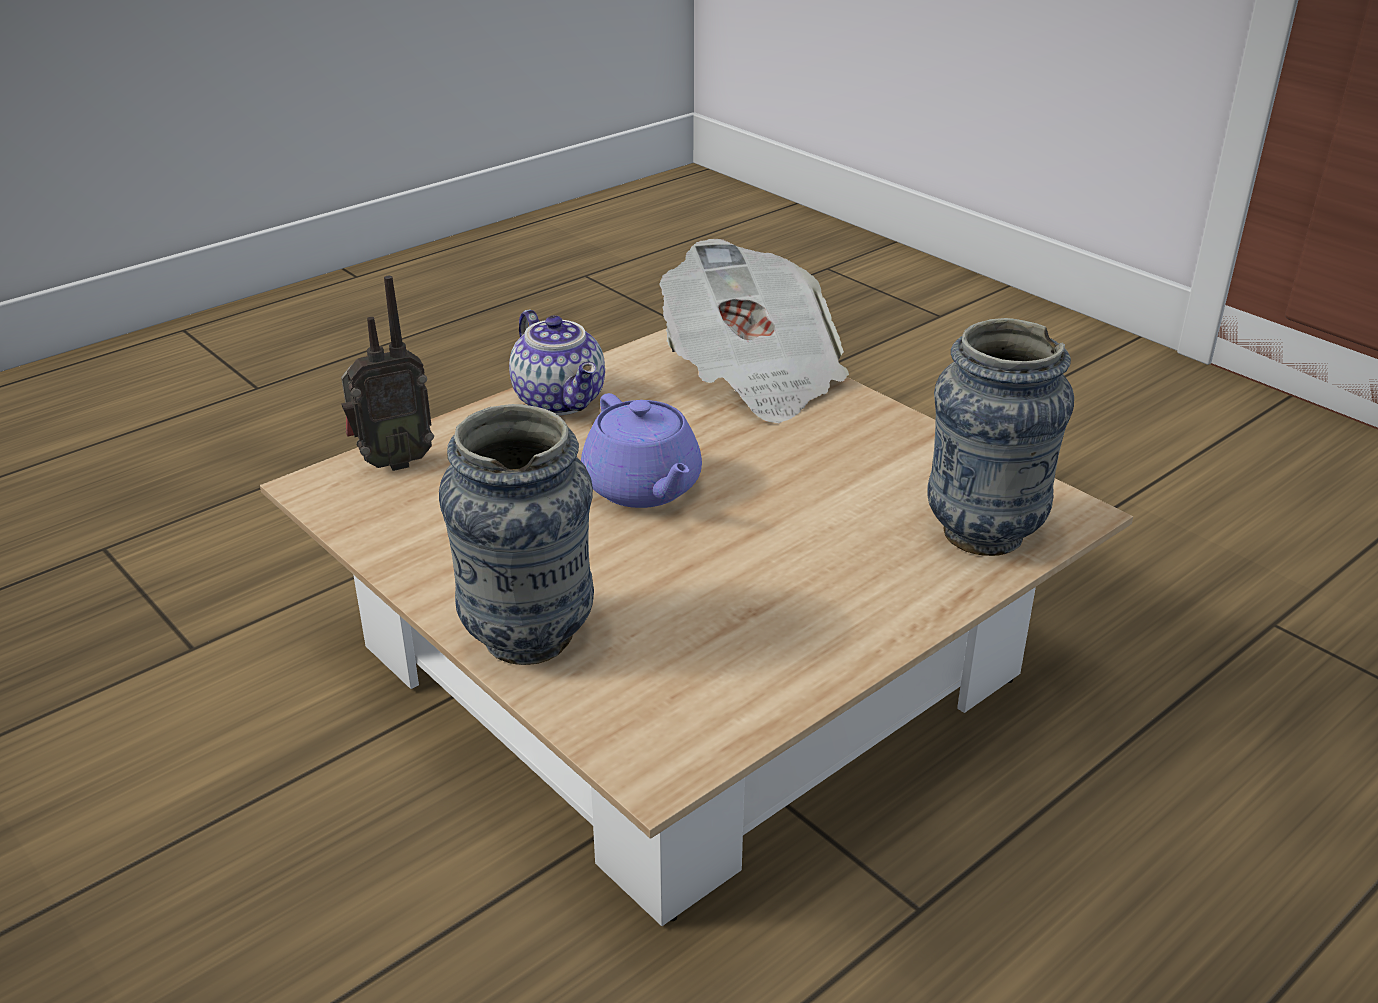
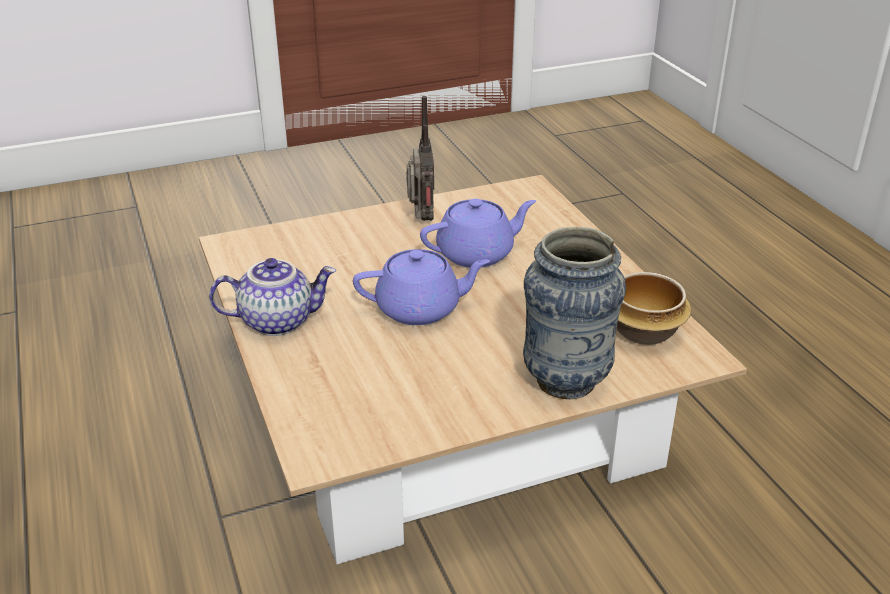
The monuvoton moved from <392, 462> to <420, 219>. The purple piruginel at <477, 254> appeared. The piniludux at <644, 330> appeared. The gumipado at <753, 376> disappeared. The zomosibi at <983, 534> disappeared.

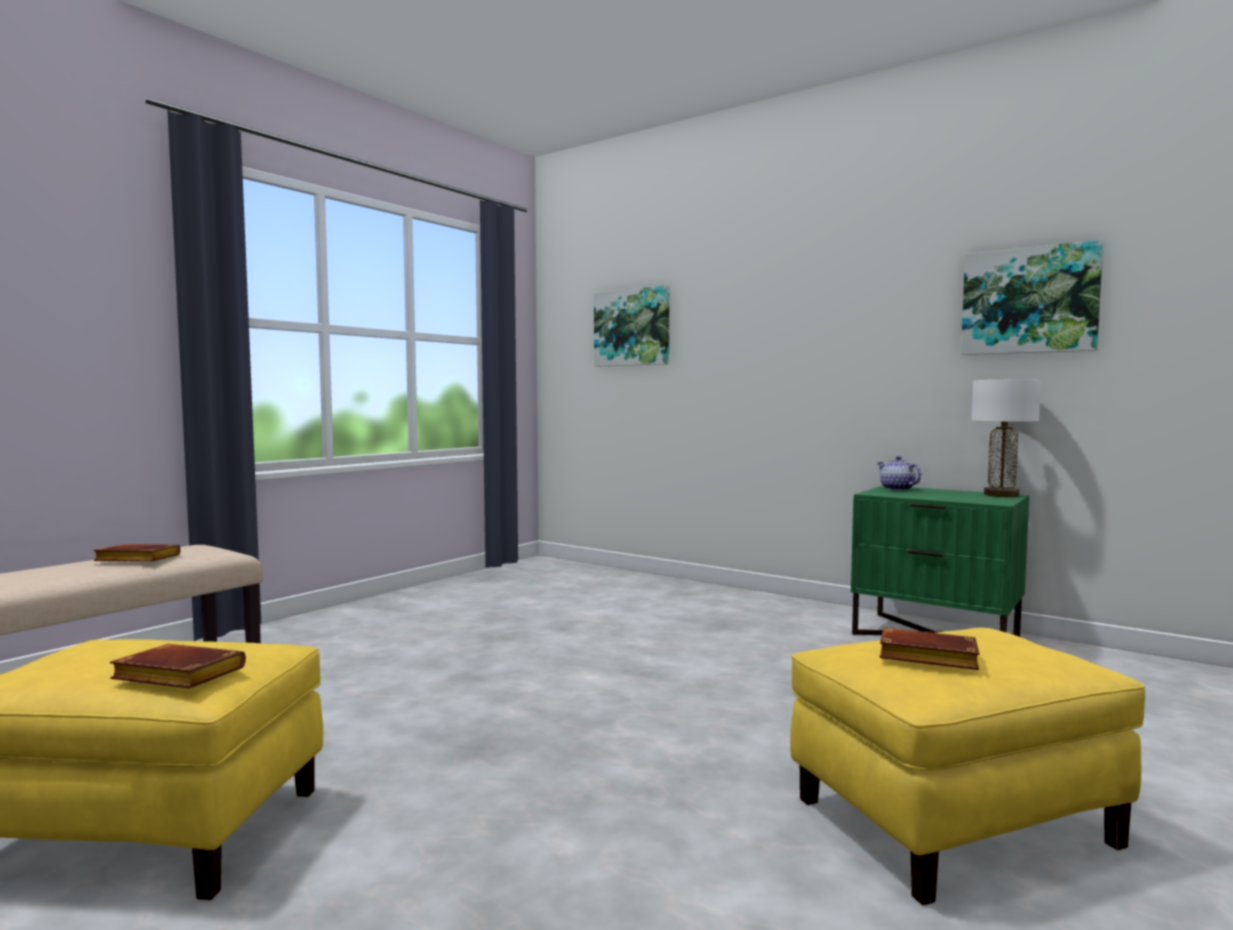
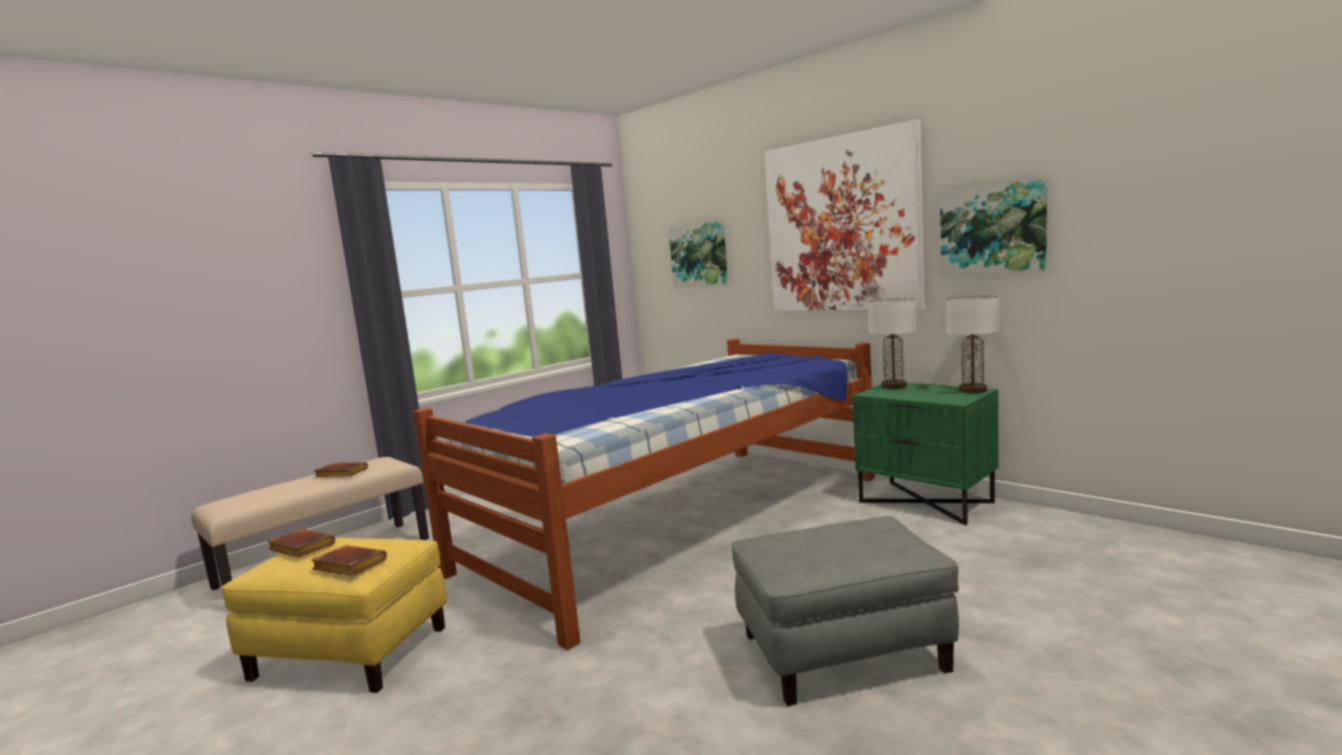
The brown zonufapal moved from <924, 658> to <299, 549>. The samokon at <678, 521> appeared. The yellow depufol at <953, 820> became the grey depufol at <843, 651>. The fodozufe at <841, 225> appeared. The piruginel at <896, 489> was replaced by the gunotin at <894, 386>.

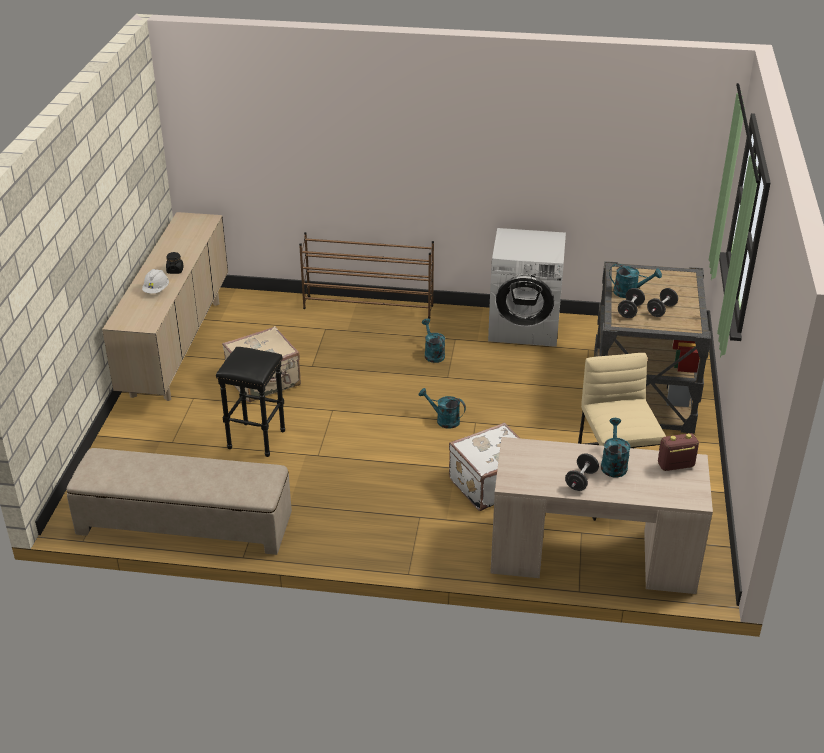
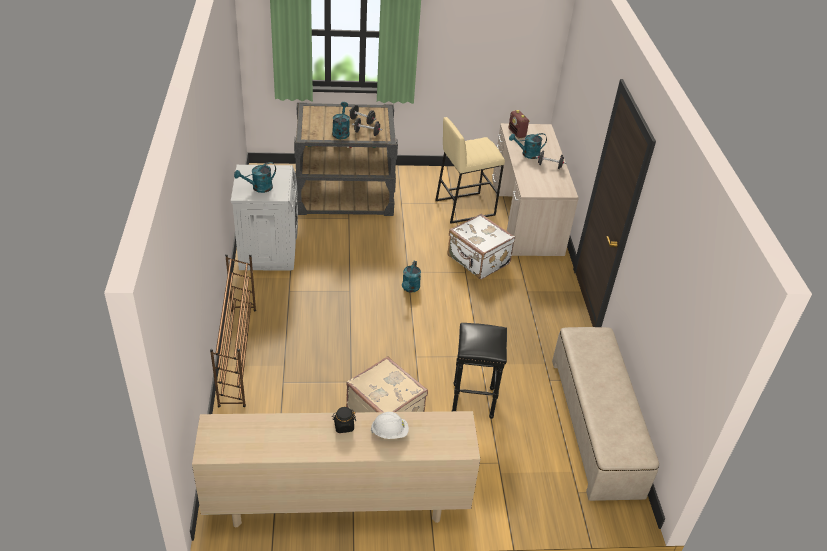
The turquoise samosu moved from <433, 354> to <258, 188>.

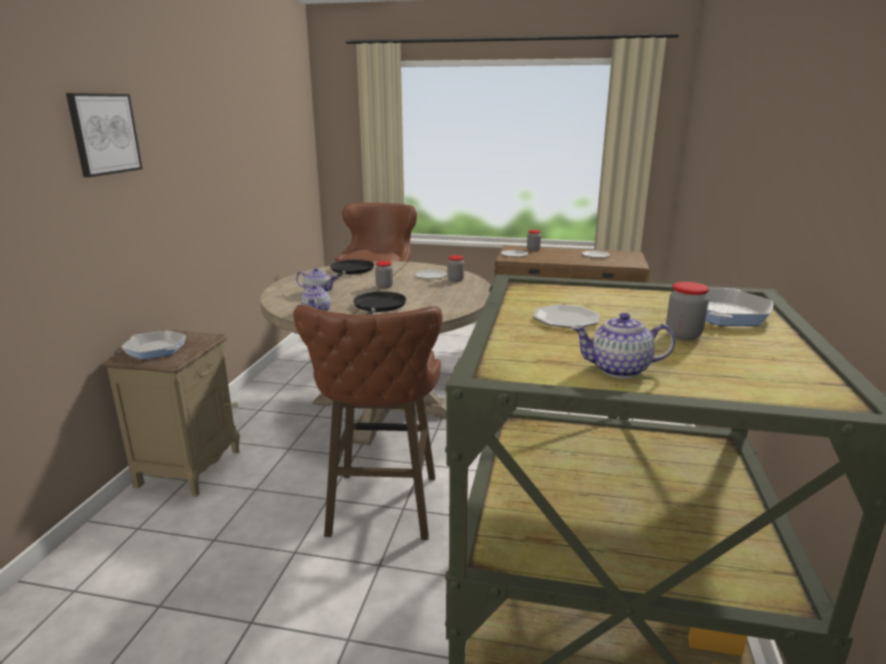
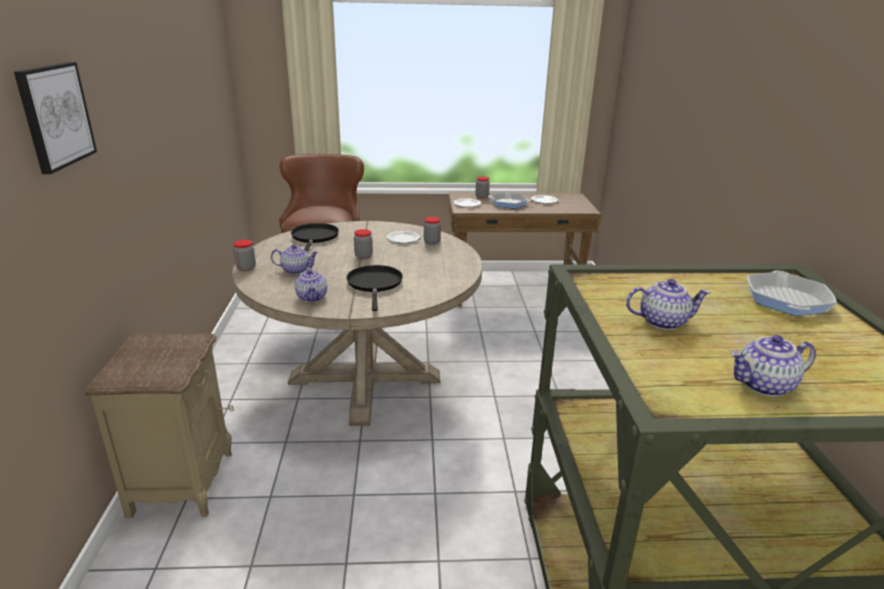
The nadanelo moved from <683, 335> to <246, 268>. The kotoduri moved from <156, 349> to <508, 203>. The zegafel at <565, 319> was replaced by the piruginel at <663, 322>. The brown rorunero at <382, 509> disappeared.

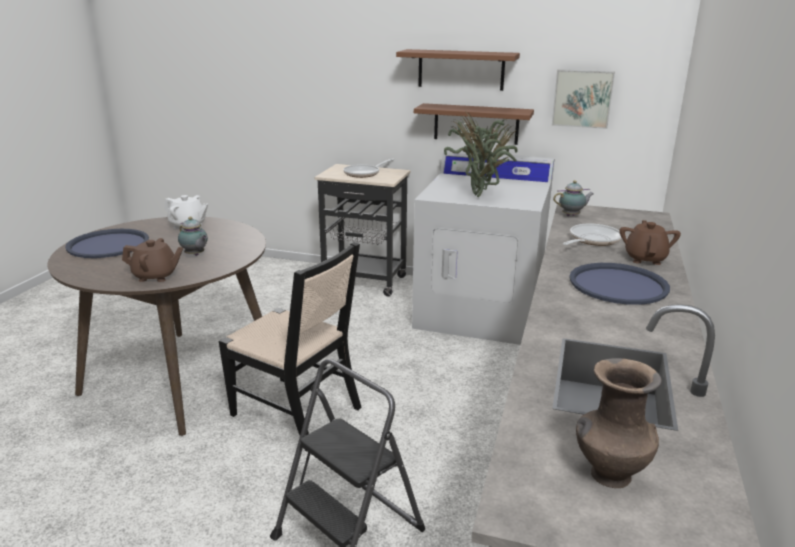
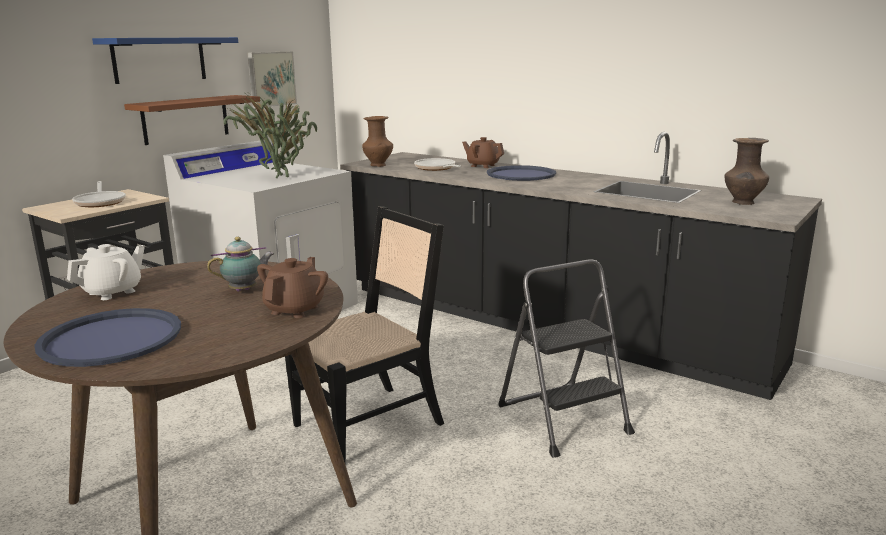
The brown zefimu at <461, 69> became the blue zefimu at <159, 59>. The piruginel at <572, 216> was replaced by the brown zomosibi at <378, 165>.

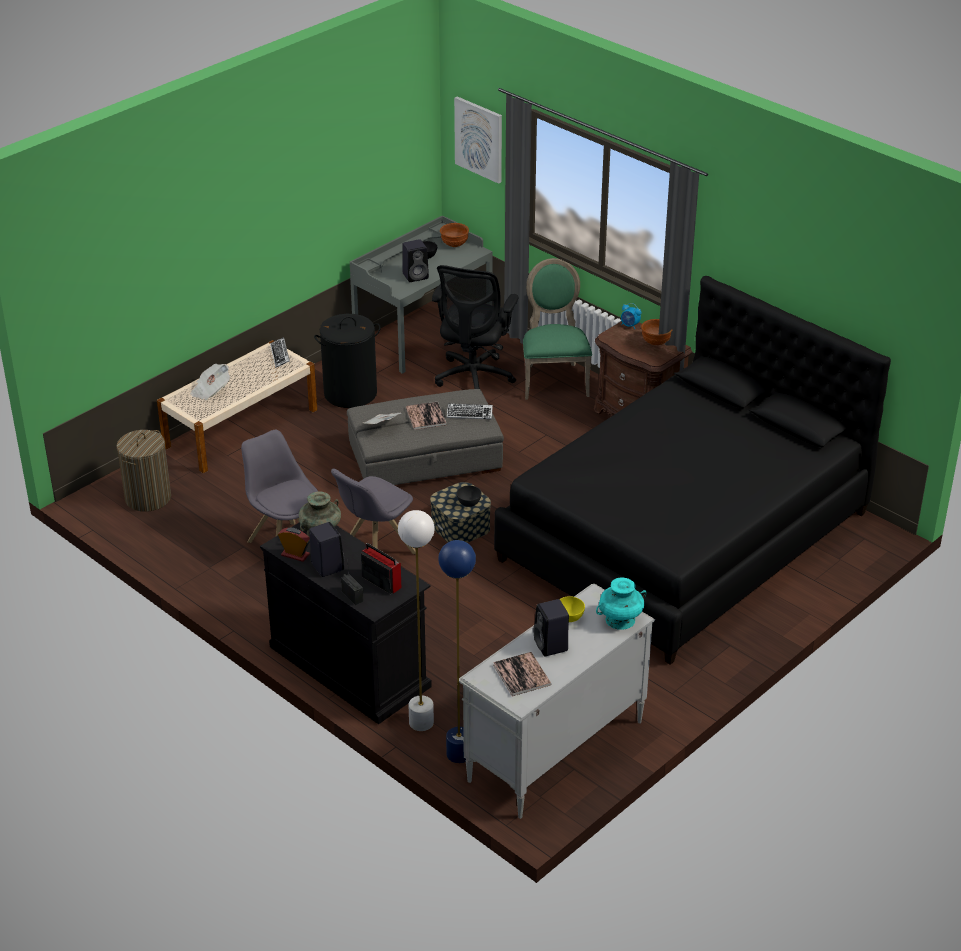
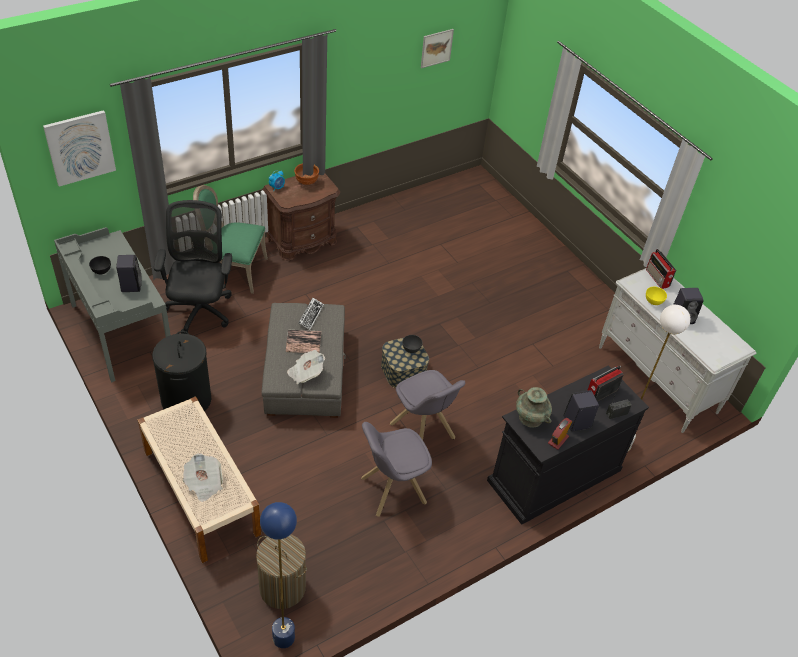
The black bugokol at <474, 374> turned 120 degrees counterclockwise. The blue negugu moved from <459, 754> to <283, 637>. The fodozufe at <436, 48> appeared. The turquoise zomosibi at <620, 620> was replaced by the monuvoton at <658, 278>. The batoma at <280, 355> disappeared. The brown piniludux at <454, 244> disappeared. The zonufapal at <522, 675> disappeared. The black samokon at <685, 536> disappeared.

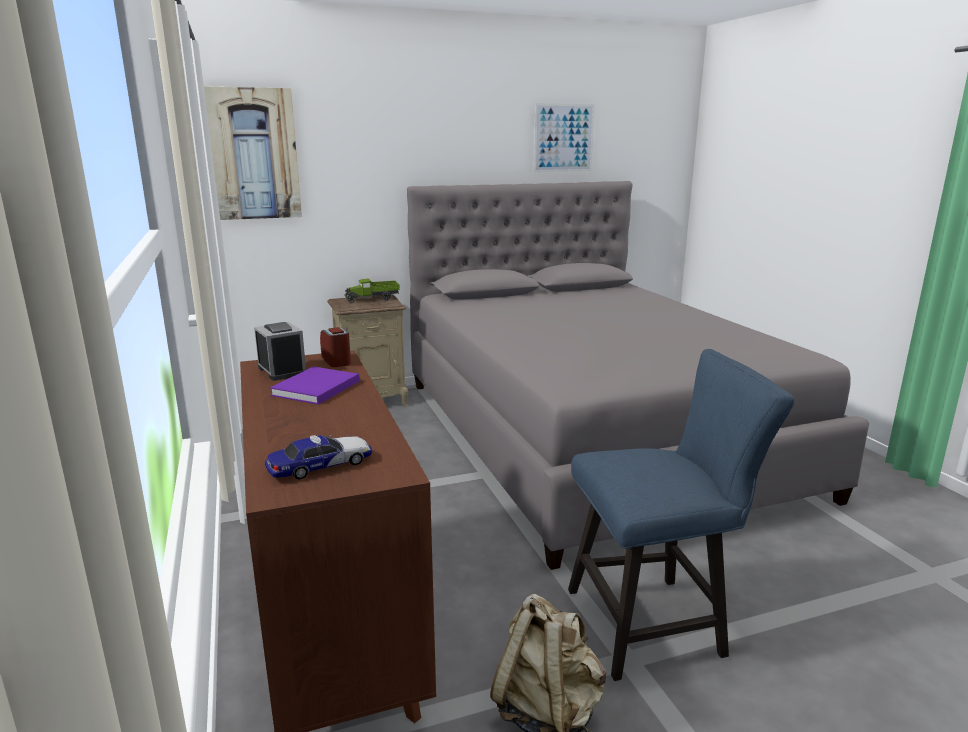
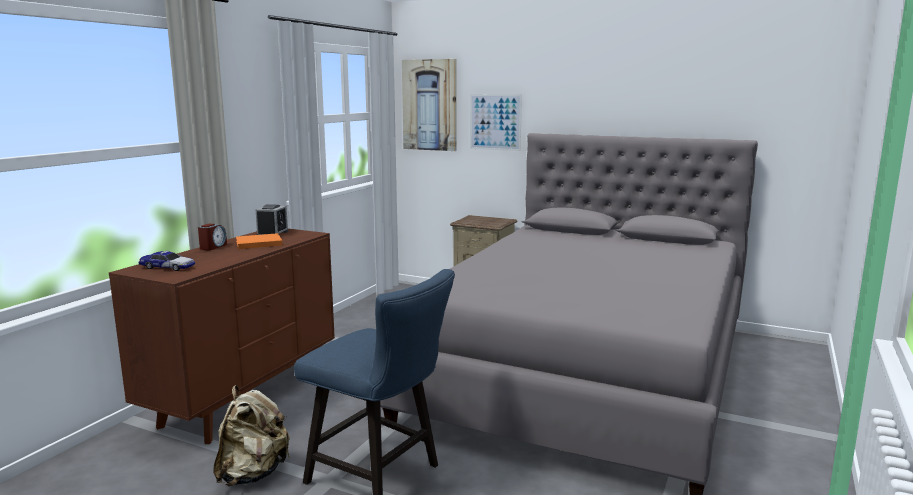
The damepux moved from <336, 361> to <213, 247>. The purple zonufapal at <314, 389> became the orange zonufapal at <257, 243>. The fodozufe moved from <563, 138> to <495, 122>. The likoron at <372, 299> disappeared.

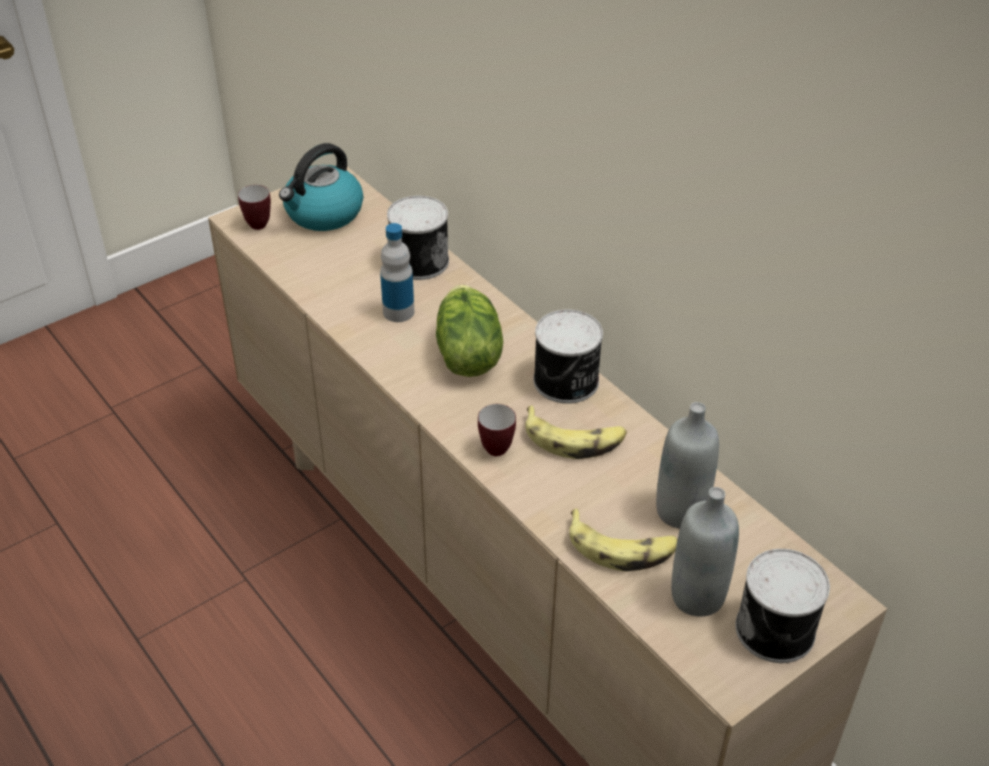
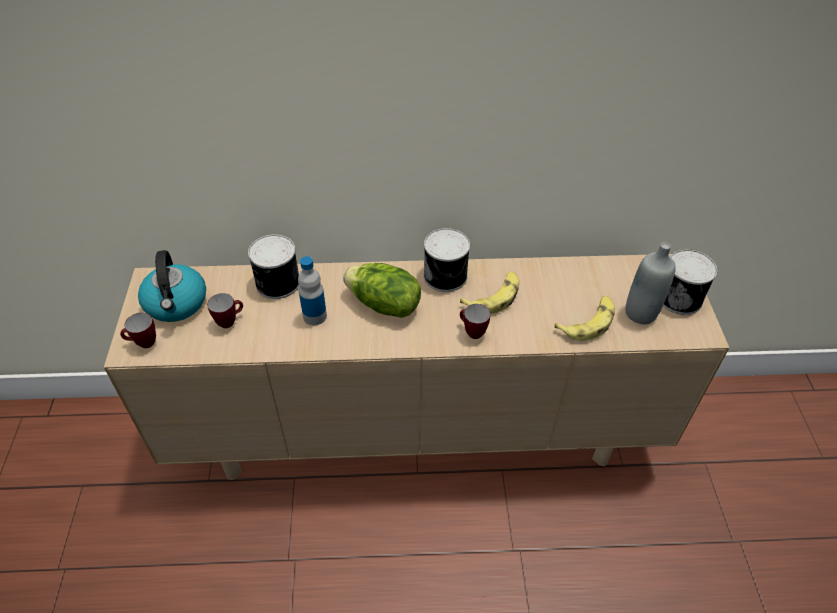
The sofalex at <230, 321> appeared. The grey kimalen at <681, 511> disappeared.

